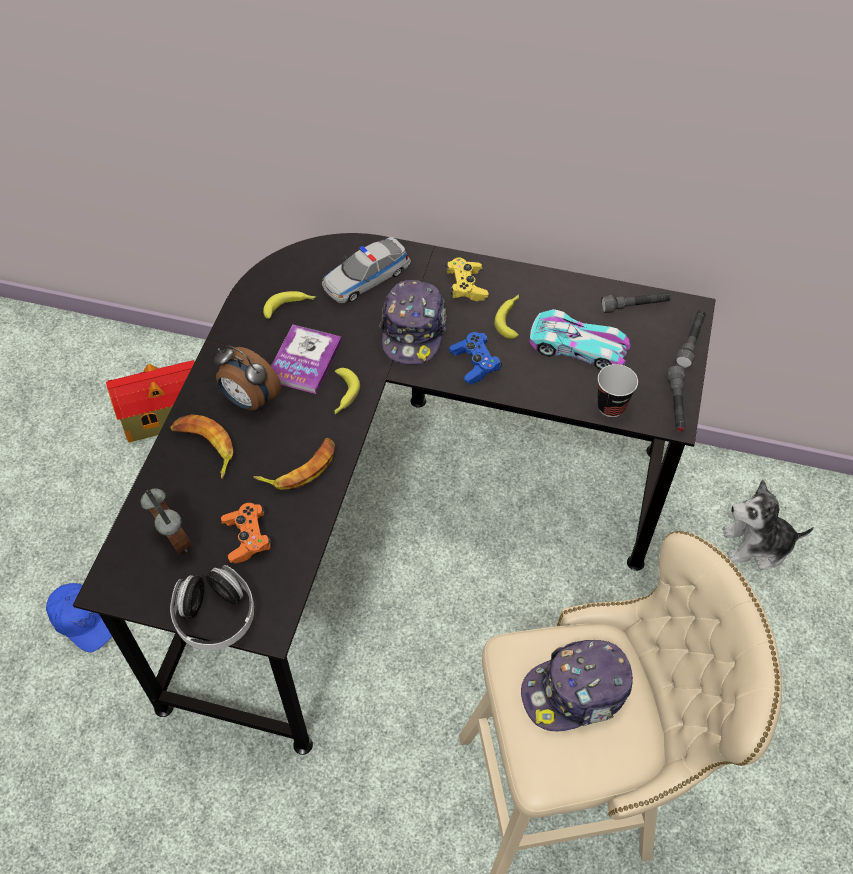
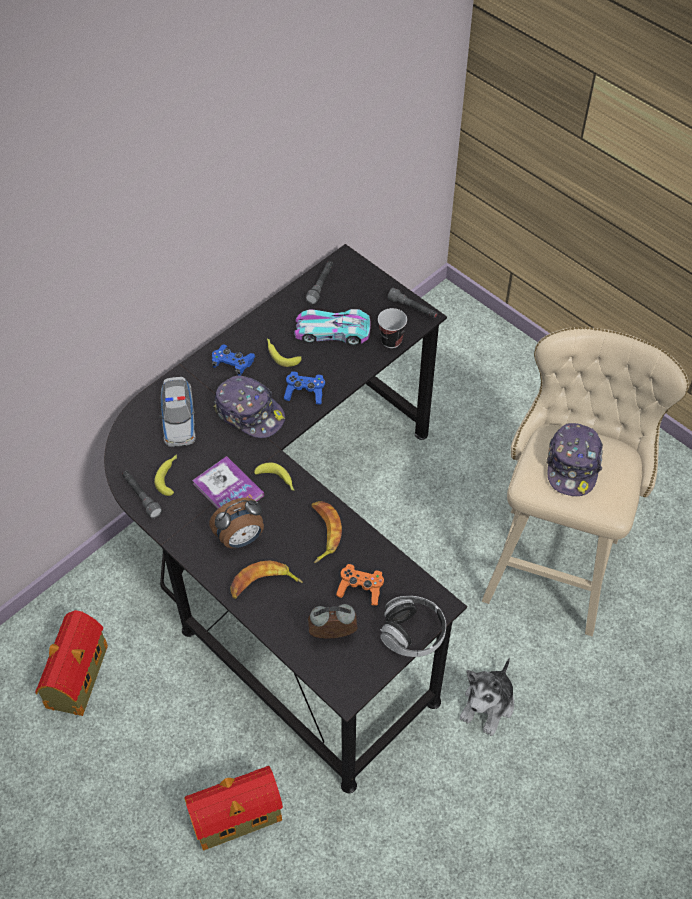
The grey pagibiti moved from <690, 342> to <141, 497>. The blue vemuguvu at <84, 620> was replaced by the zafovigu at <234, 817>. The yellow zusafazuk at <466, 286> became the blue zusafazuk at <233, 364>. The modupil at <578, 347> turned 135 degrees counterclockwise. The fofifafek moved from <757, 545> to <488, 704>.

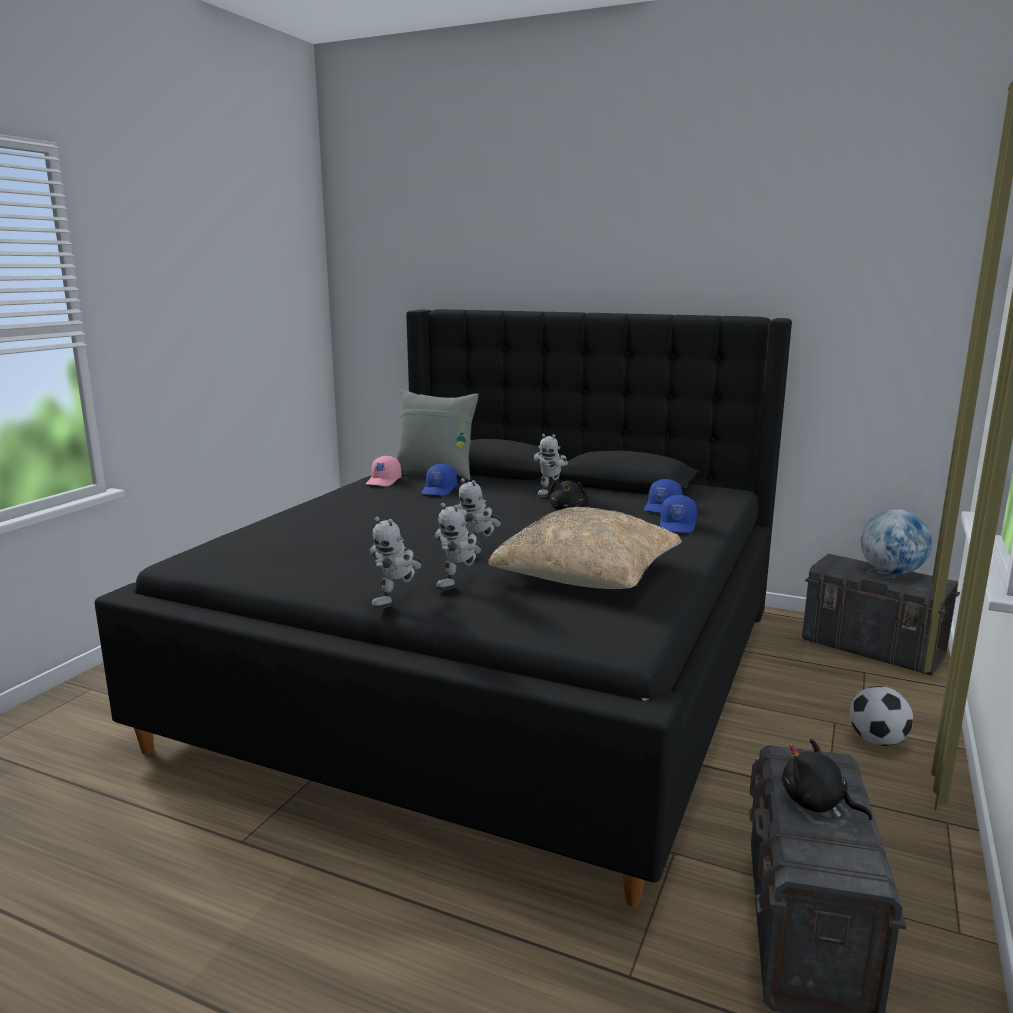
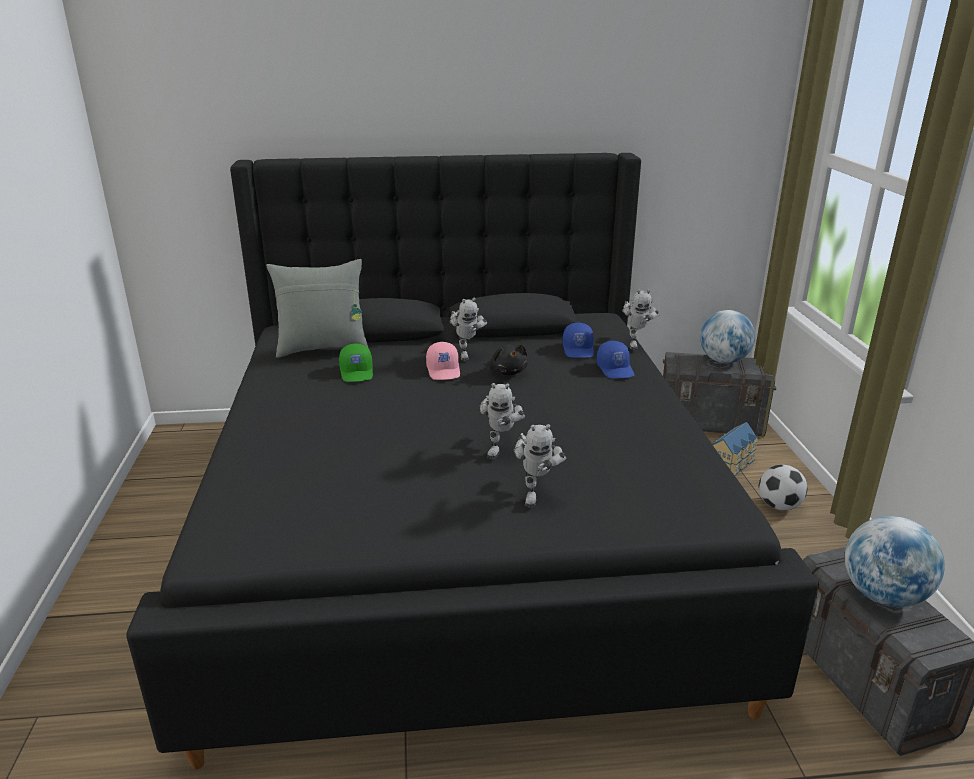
The blue vemuguvu at <439, 490> became the green vemuguvu at <357, 372>. The pink vemuguvu moved from <384, 481> to <444, 371>. The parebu moved from <398, 603> to <635, 343>. The zafovigu at <733, 463> appeared. The black fofifafek at <817, 804> was replaced by the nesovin at <883, 596>. The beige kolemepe at <587, 572> disappeared.

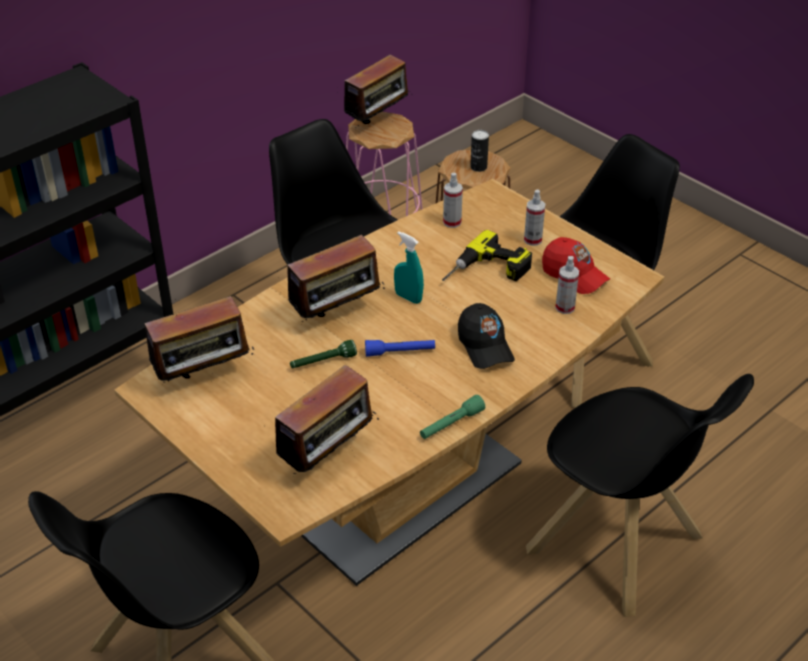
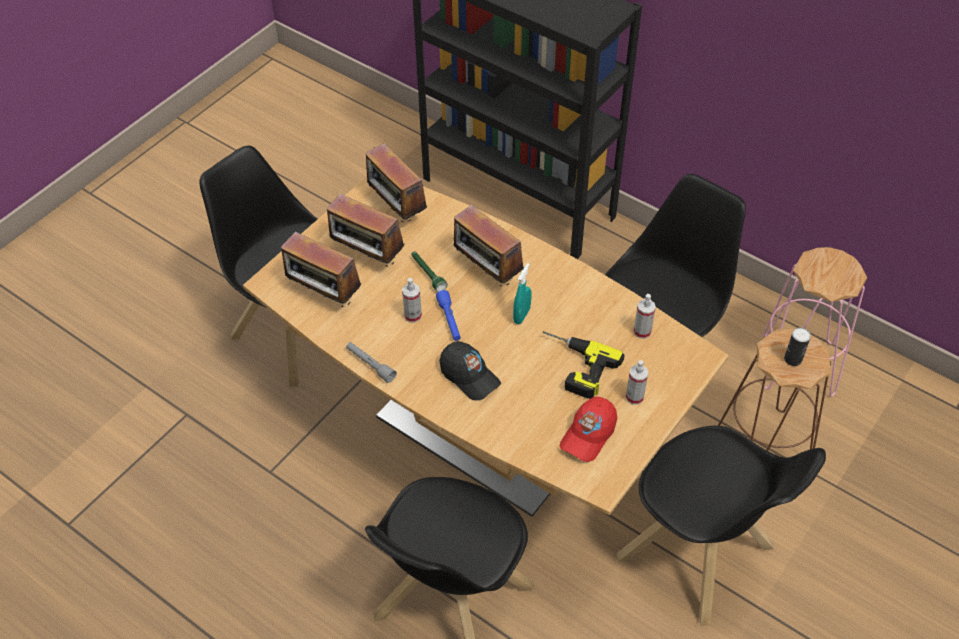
The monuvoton moved from <378, 121> to <367, 257>. The green pagibiti at <451, 424> became the grey pagibiti at <370, 365>. The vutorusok moved from <565, 307> to <413, 316>. The black vemuguvu at <485, 346> turned 105 degrees counterclockwise.

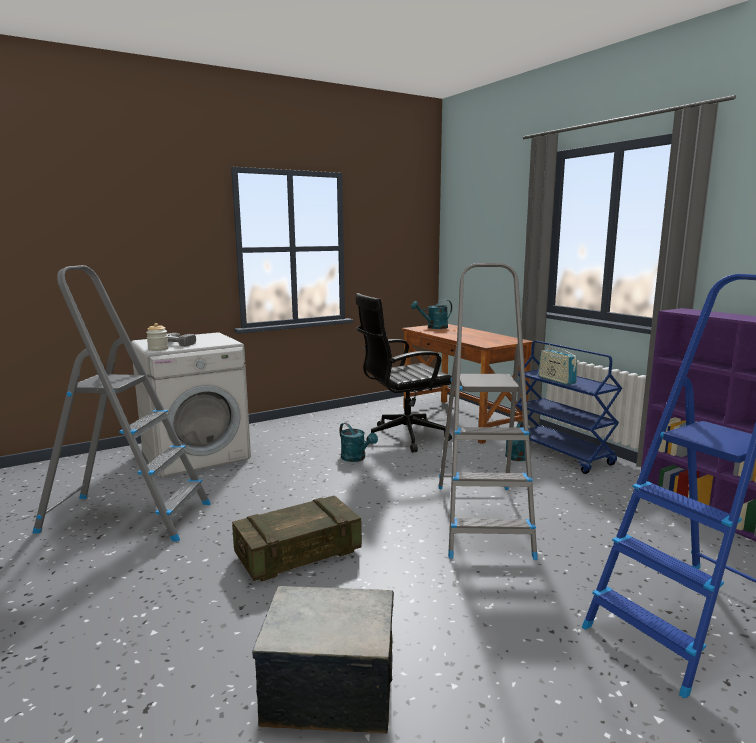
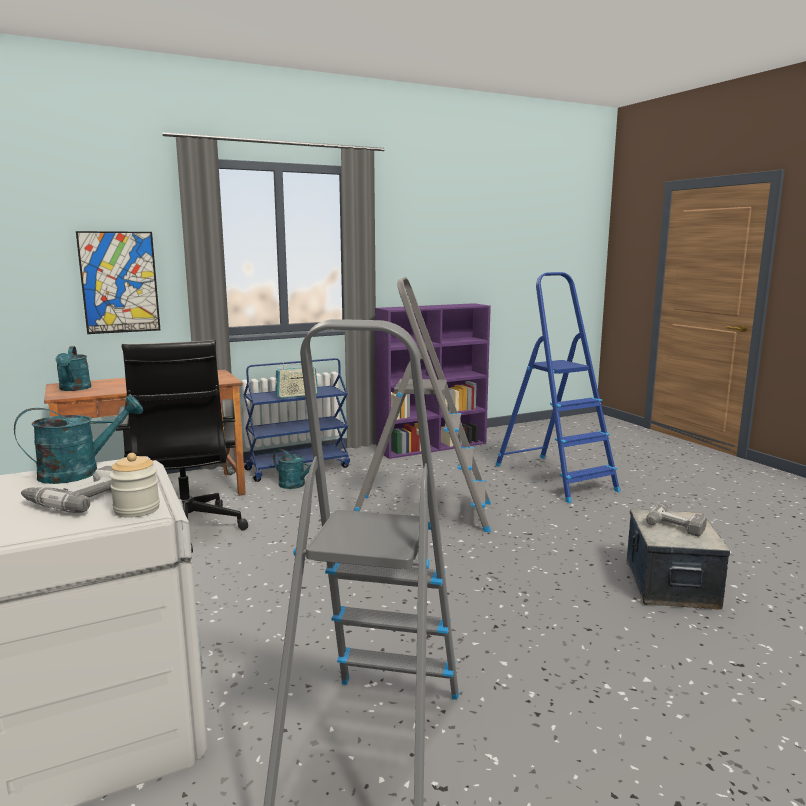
The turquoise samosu moved from <356, 458> to <80, 472>. The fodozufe at <119, 282> appeared. The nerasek at <677, 523> appeared. The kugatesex at <298, 554> disappeared.

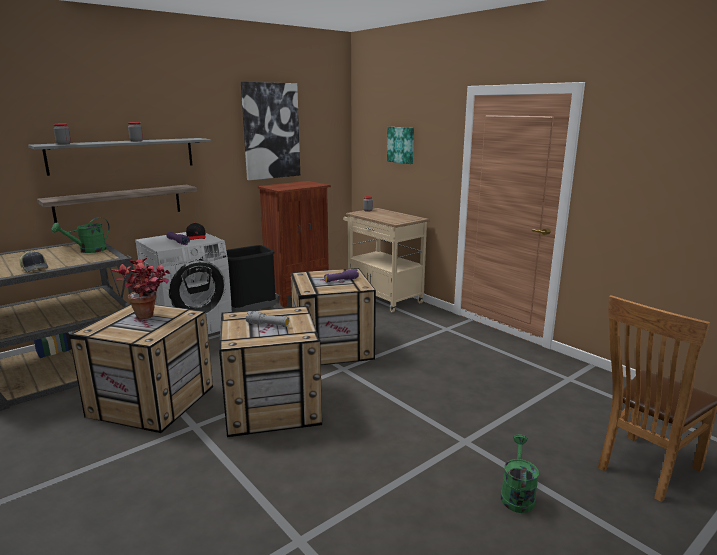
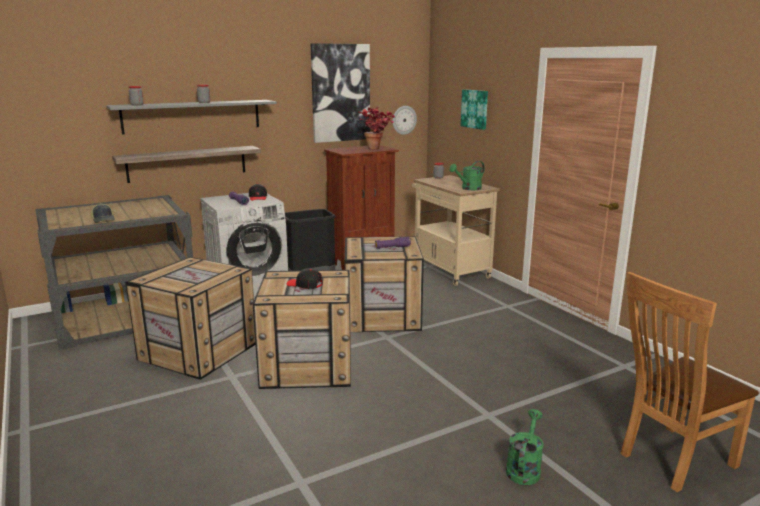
The grey pagibiti at <268, 325> was replaced by the black vemuguvu at <305, 285>. The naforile moved from <150, 317> to <377, 149>. The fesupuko at <404, 120> appeared. The green samosu moved from <88, 250> to <468, 189>.

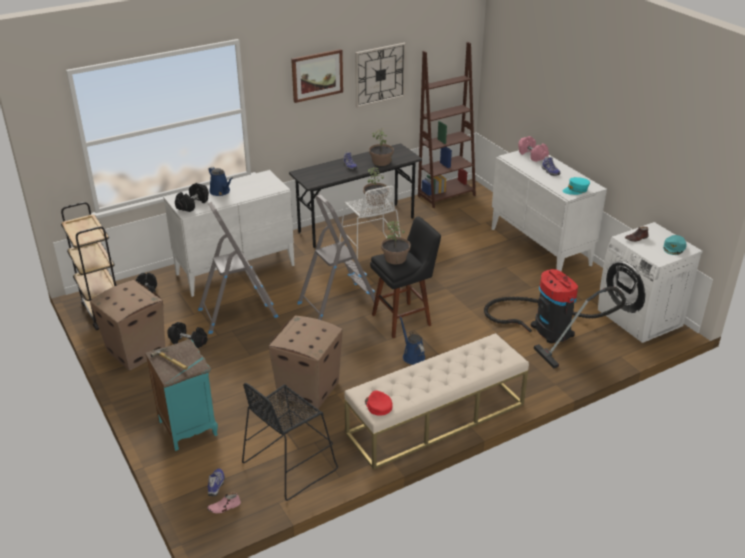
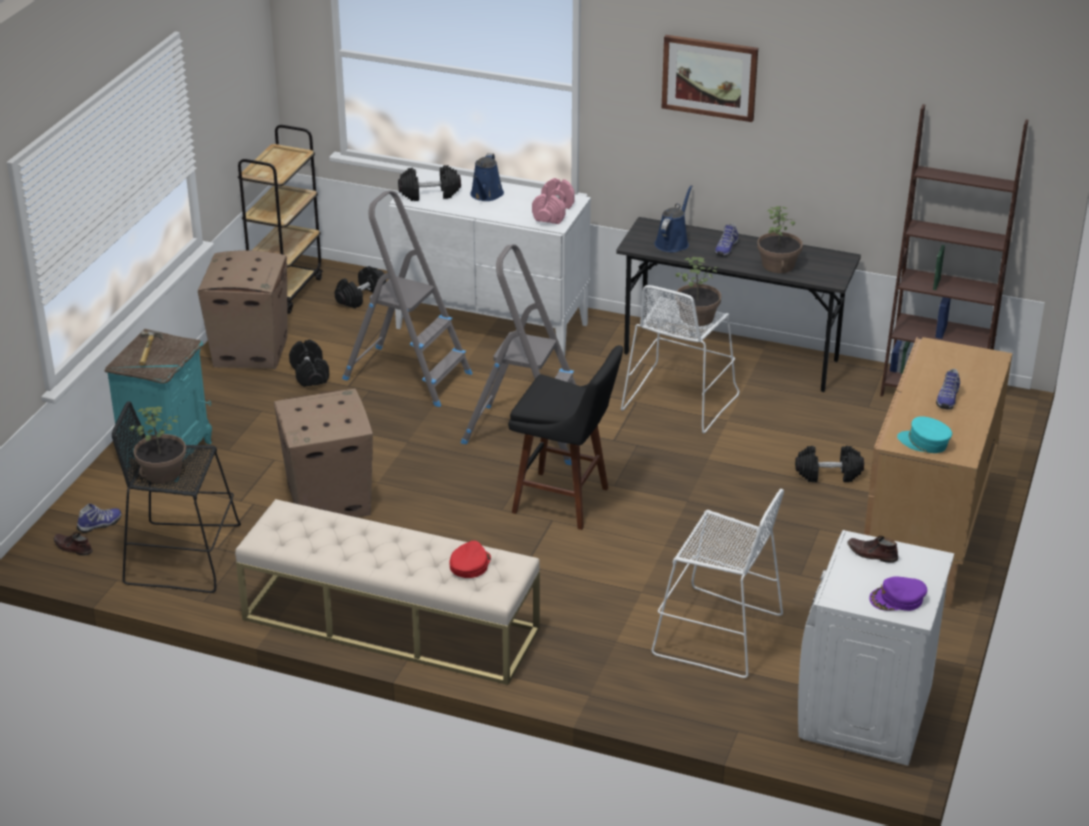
The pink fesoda at <224, 507> became the brown fesoda at <72, 548>. The naforile moved from <395, 258> to <163, 473>. The red vemuguvu moved from <378, 405> to <470, 564>. The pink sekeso moved from <532, 155> to <553, 212>. The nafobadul at <548, 328> was replaced by the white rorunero at <716, 633>. The blue samosu moved from <412, 356> to <673, 242>. The black sekeso at <828, 474> appeared. The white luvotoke at <540, 247> became the brown luvotoke at <926, 536>. The turquoise vemuguvu at <674, 247> became the purple vemuguvu at <897, 599>. The fesupuko at <380, 74> disappeared.

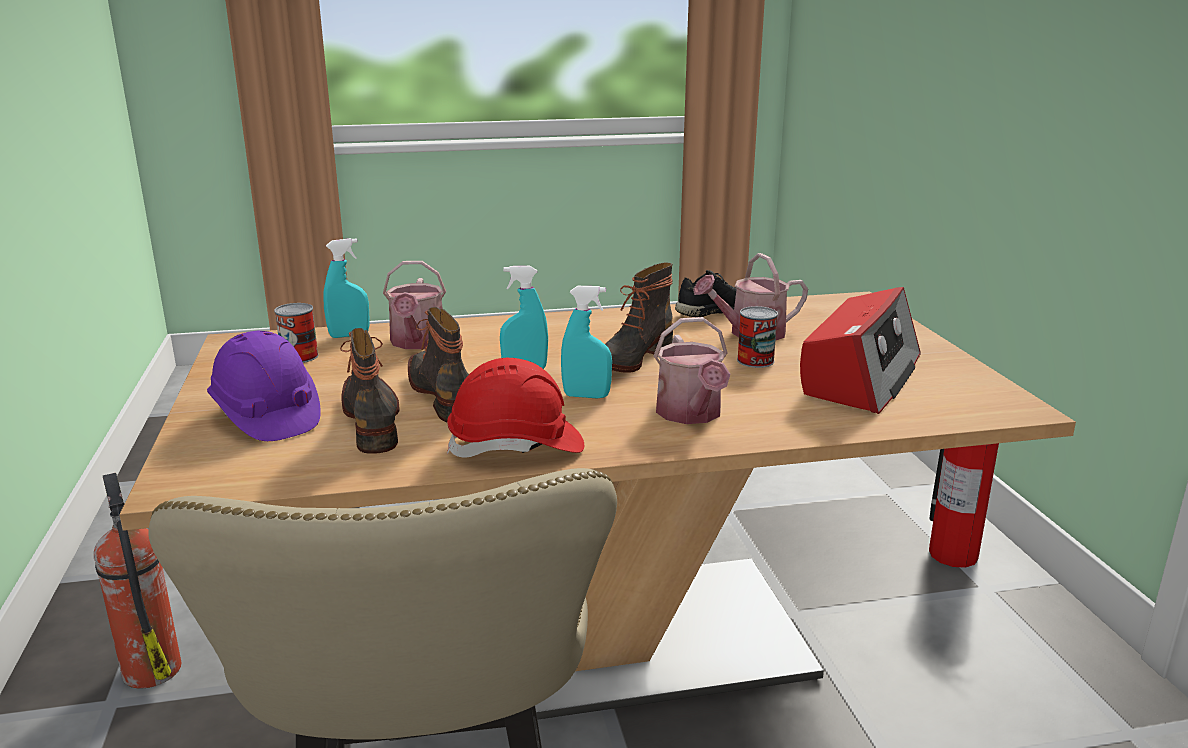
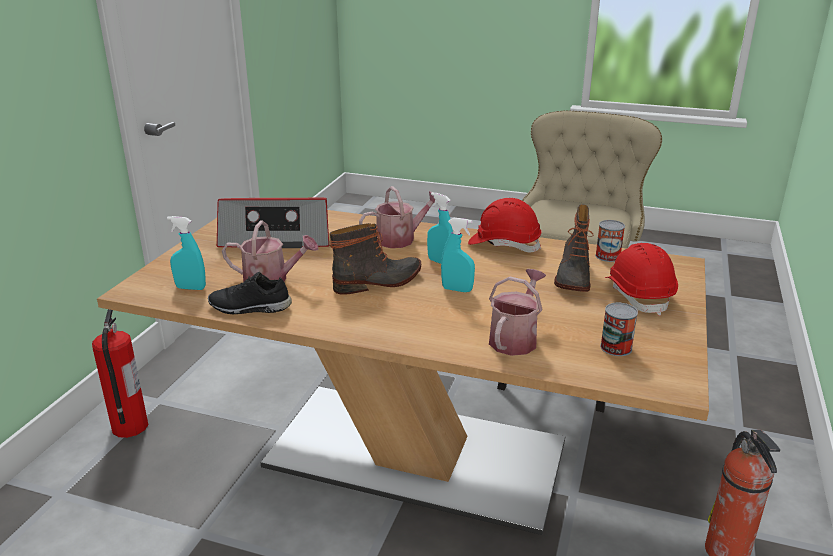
The turquoise vutorusok moved from <349, 335> to <191, 288>. The monuvoton at <860, 375> turned 150 degrees counterclockwise. The samosu at <691, 414> turned 45 degrees clockwise. The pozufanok moved from <755, 361> to <607, 256>. The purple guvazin at <266, 416> became the red guvazin at <638, 295>. The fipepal at <445, 394> disappeared.

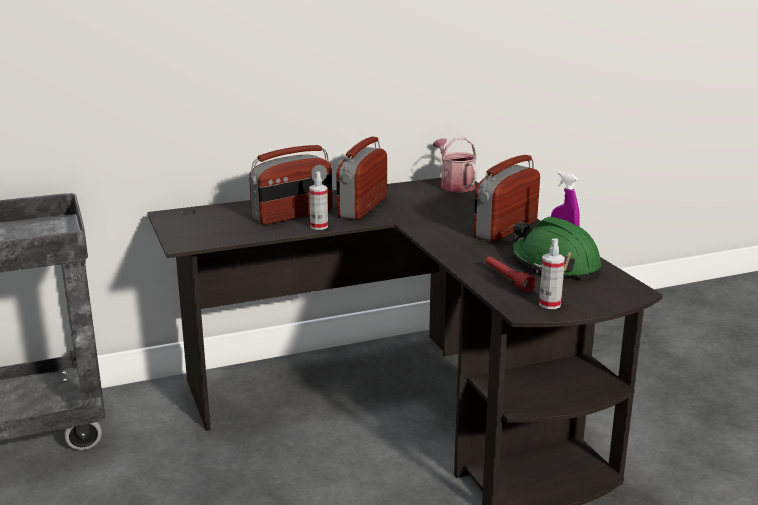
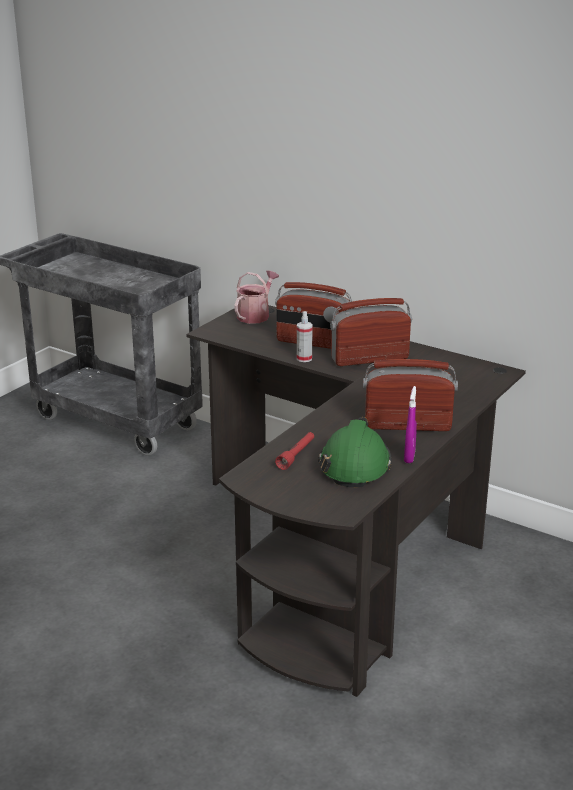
The samosu moved from <455, 185> to <255, 315>. The vutorusok at <549, 304> disappeared.

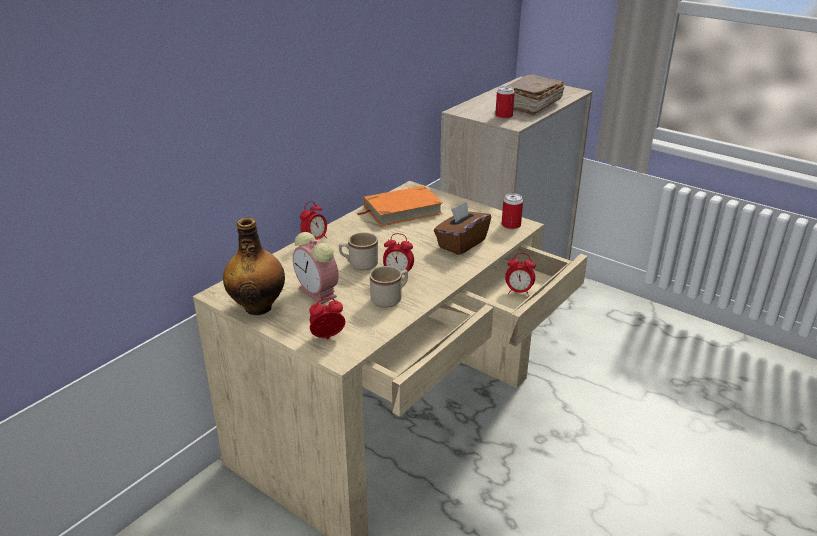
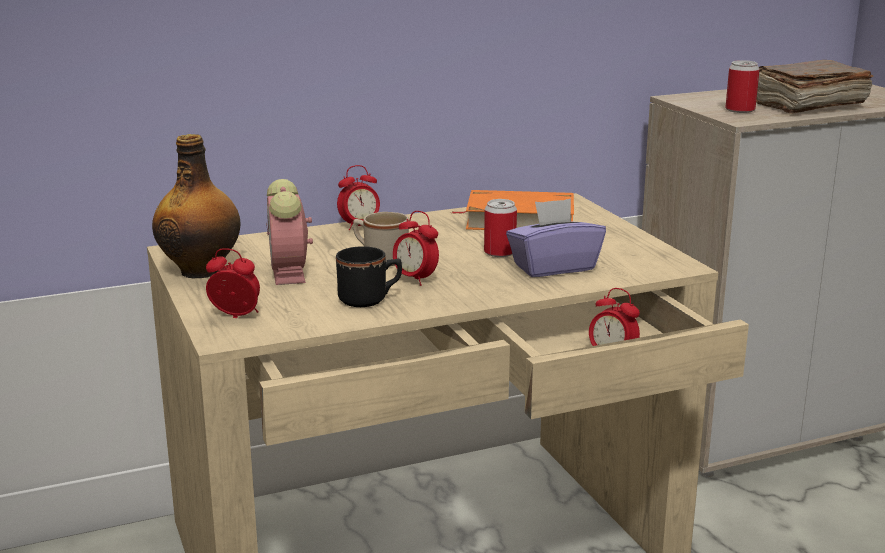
The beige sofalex at <390, 299> became the black sofalex at <370, 299>. The pozufanok moved from <511, 225> to <499, 252>. The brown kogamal at <461, 243> became the purple kogamal at <553, 267>.

